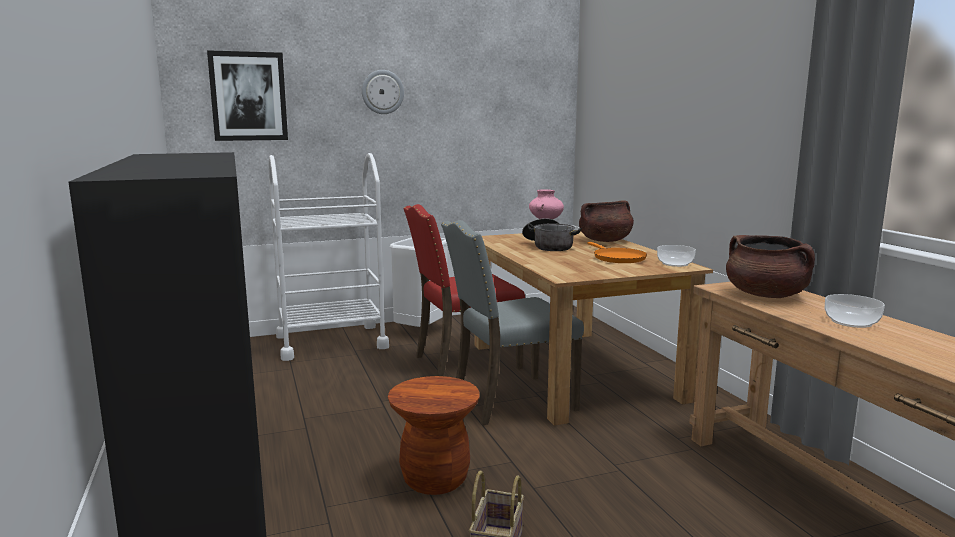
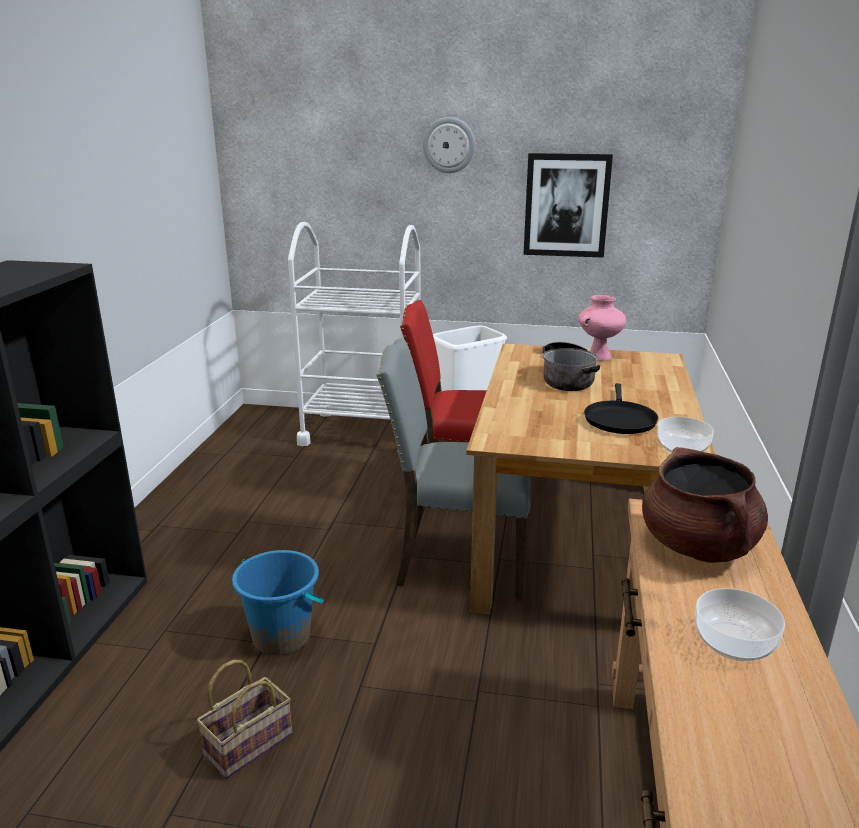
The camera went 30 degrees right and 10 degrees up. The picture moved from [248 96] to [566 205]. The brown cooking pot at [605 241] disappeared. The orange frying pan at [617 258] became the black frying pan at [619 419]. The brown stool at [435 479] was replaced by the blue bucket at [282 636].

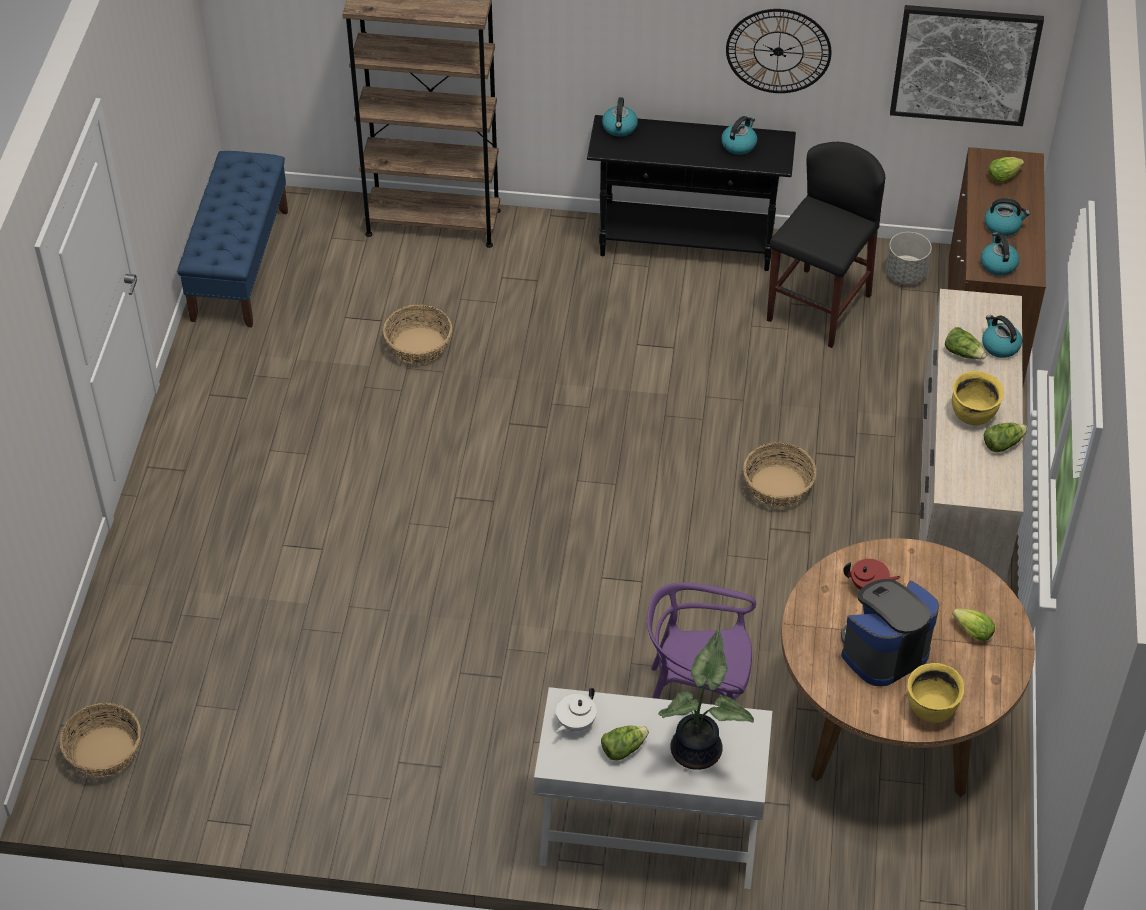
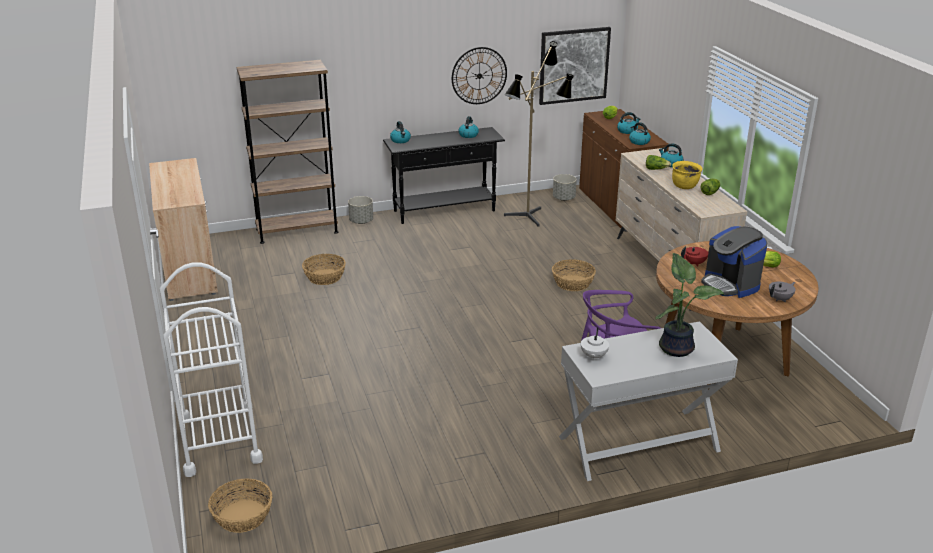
The camera went 25 degrees left and 20 degrees down. The black stool at [818 308] was replaced by the floor lamp at [532 218]. The blue bench at [240 264] was replaced by the beige cabinet at [190 269]. The coffee machine at [883 651] turned 60 degrees counterclockwise. The yellow cooking pot at [931 709] was replaced by the grey teapot at [780 299]. The lettuce at [623 748] disappeared. The grey planter at [361 221] appeared. The white cart at [219 439] appeared.

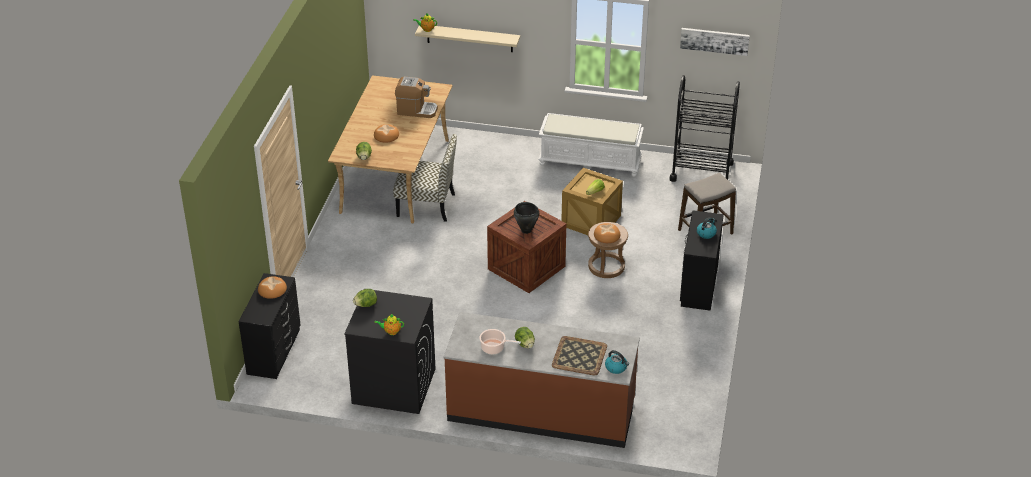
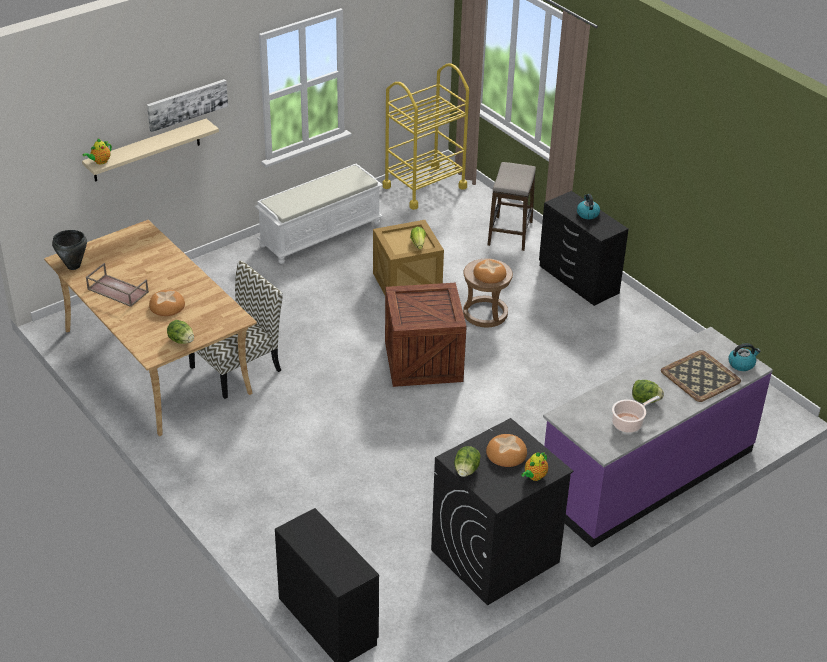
The camera went 50 degrees left and 0 degrees up. The picture moved from [714 41] to [187 104]. The black cart at [701 171] became the yellow cart at [424 187]. The coffee machine at [416 110] disappeared. The black cooking pot moved from [526 230] to [73 266]. The bread moved from [272 289] to [506 453]. The brown counter at [541 411] became the purple counter at [646 474]. The brown tray at [117 291] appeared.

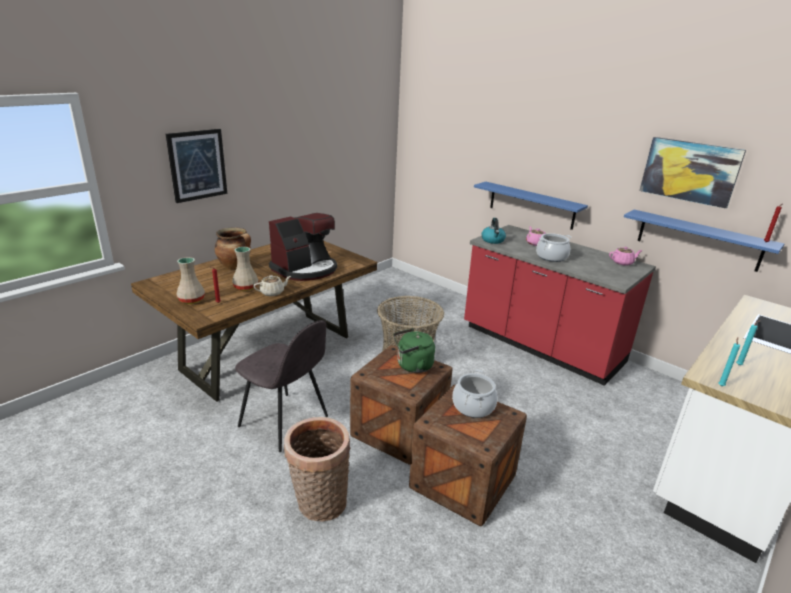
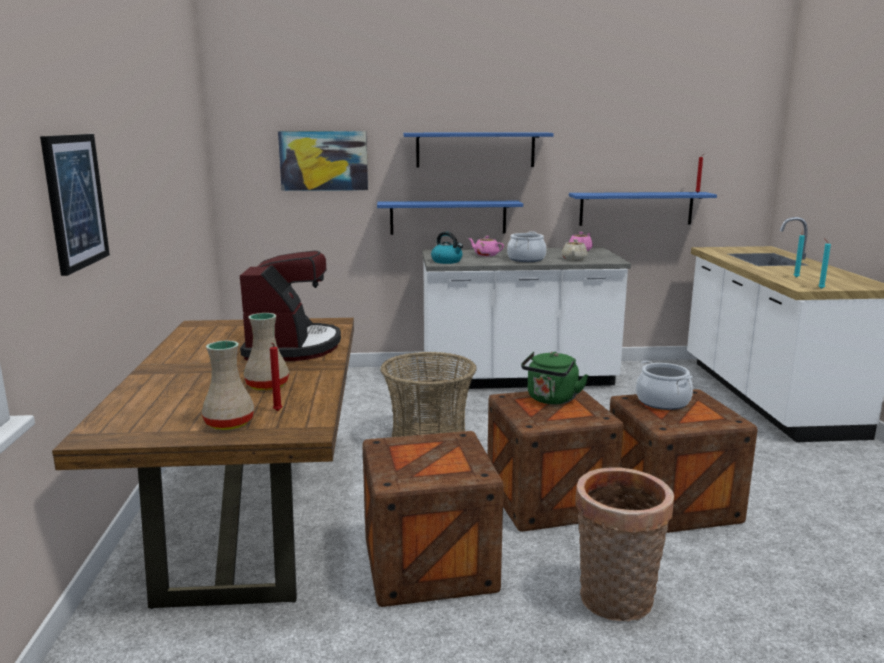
The camera went 45 degrees left and 10 degrees down. The picture moved from [689 171] to [323 160]. The red counter at [541 345] became the white counter at [517 378]. The cooking pot at [235 266] disappeared. The beige teapot moved from [272 292] to [574 259]. The grey chair at [285 422] was replaced by the crate at [429 565]. The blue shelf at [475 150] appeared.

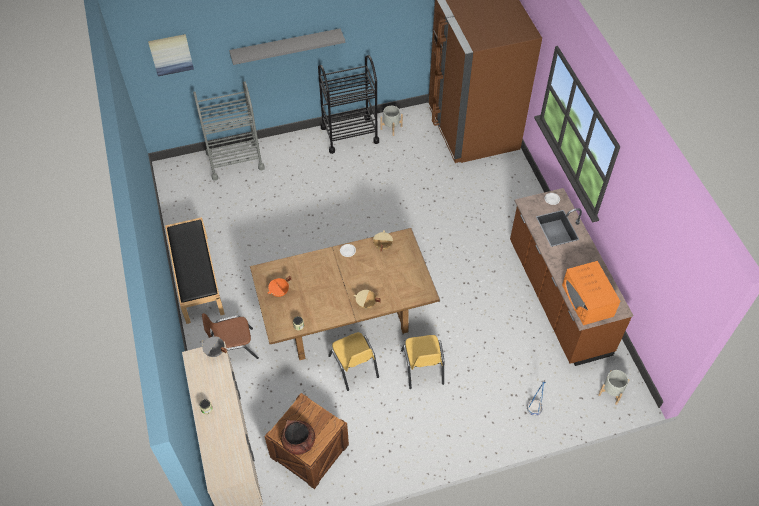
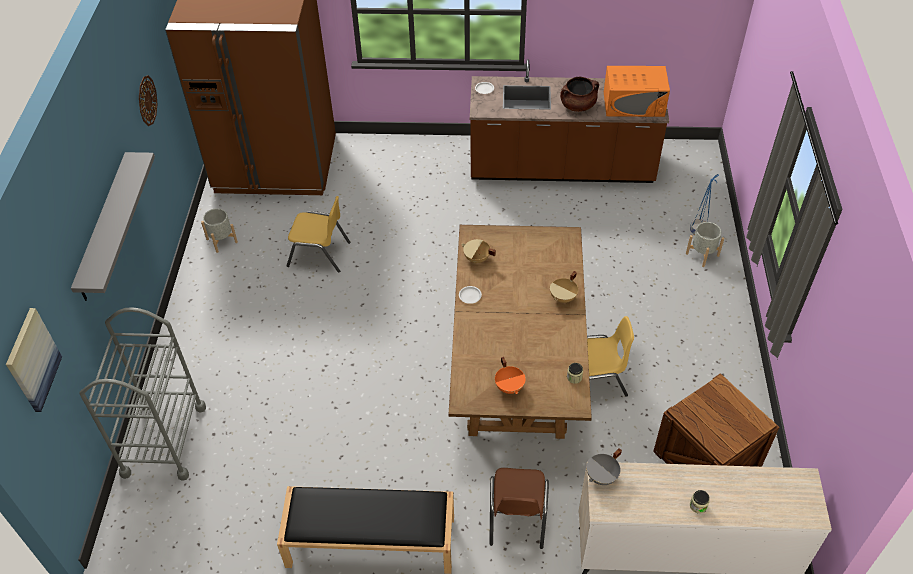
The camera went 70 degrees left and 5 degrees down. The black cart at [349 134] disappeared. The yellow chair moved from [422 367] to [319 254]. The grey planter moved from [611 392] to [702 254]. The brown cooking pot moved from [299 442] to [577 105]. The wall clock at [147 100] appeared.

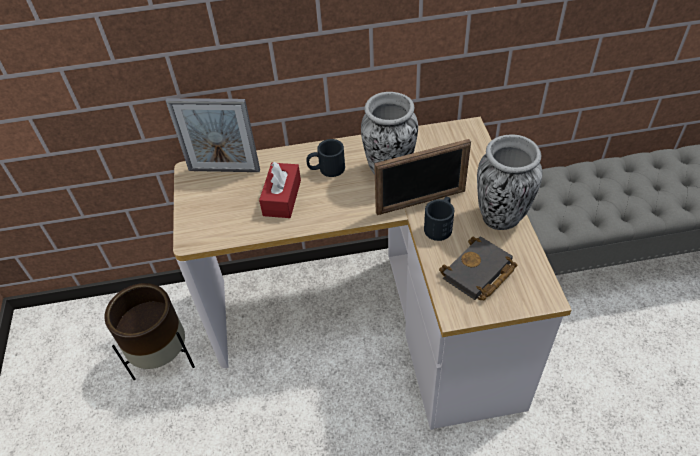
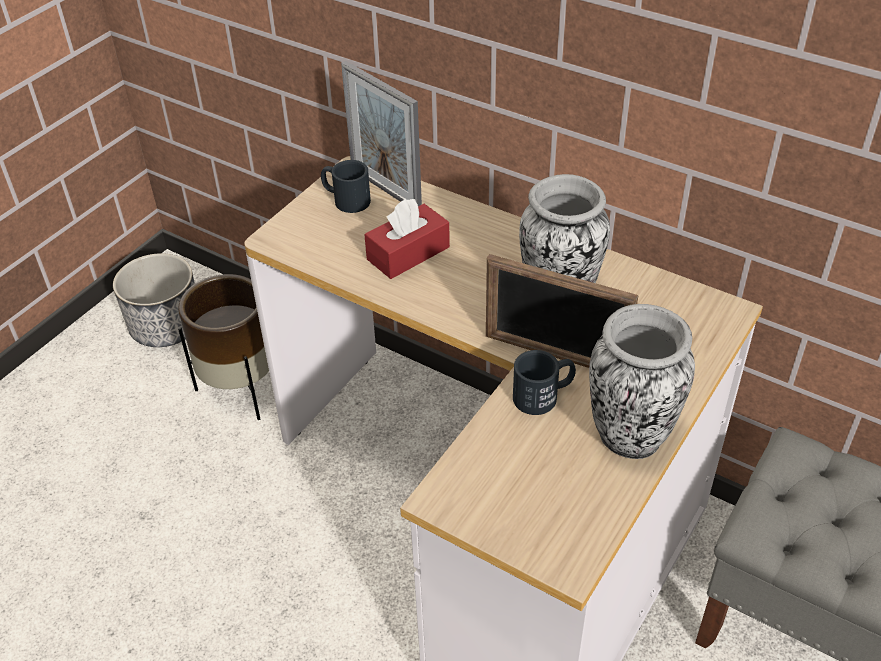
The camera went 40 degrees right and 5 degrees down. The black mug moved from [326 169] to [345 199]. The black book at [478 274] disappeared. The planter at [166 326] appeared.

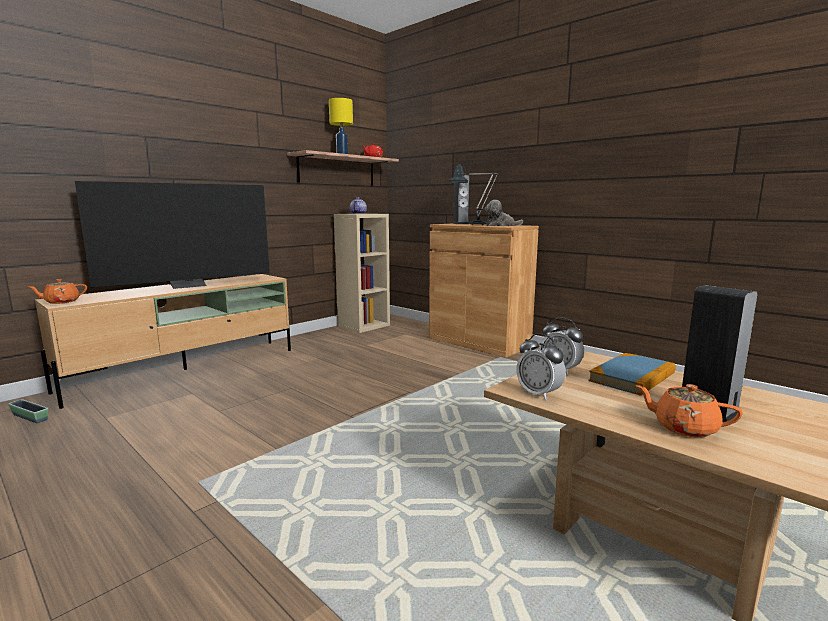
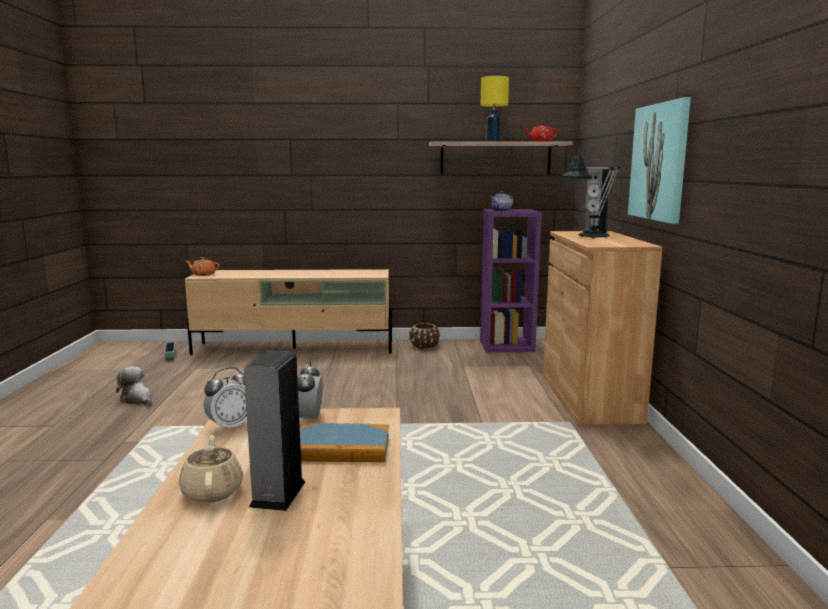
The camera went 45 degrees right and 0 degrees up. The television at [189 285] disappeared. The plush toy moved from [501 225] to [137 399]. The beige bookcase at [364 326] became the purple bookcase at [507 346]. The alarm clock at [539 394] turned 135 degrees counterclockwise. The orange teapot at [683 428] became the beige teapot at [212 490]. The picture at [659 162] appeared. The brown planter at [424 346] appeared.

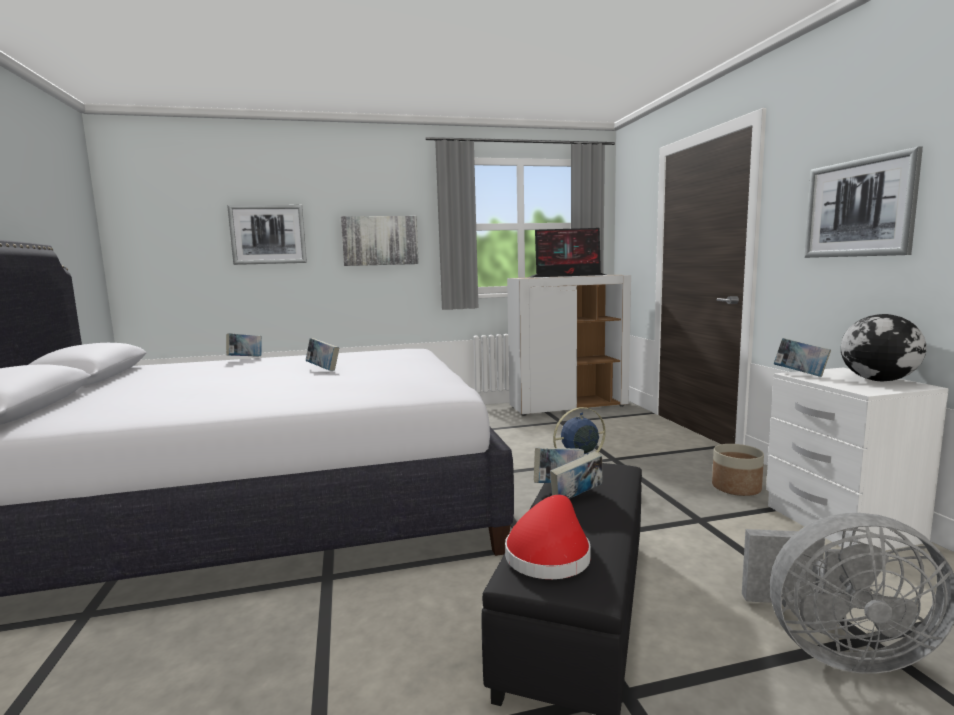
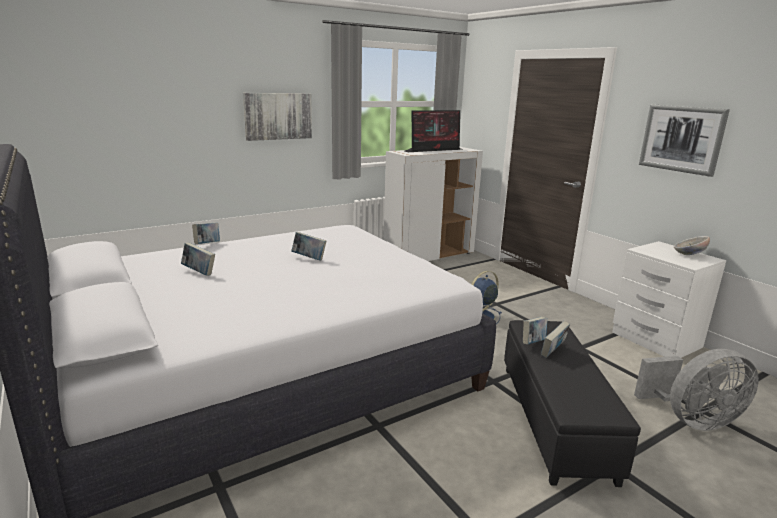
The camera went 20 degrees left and 10 degrees up. The picture at [268 234] disappeared. The globe at [879 381] was replaced by the bowl at [688 255]. The book moved from [800 374] to [199 272]. The planter at [736 488] disappeared. The red hat at [549 554] disappeared.

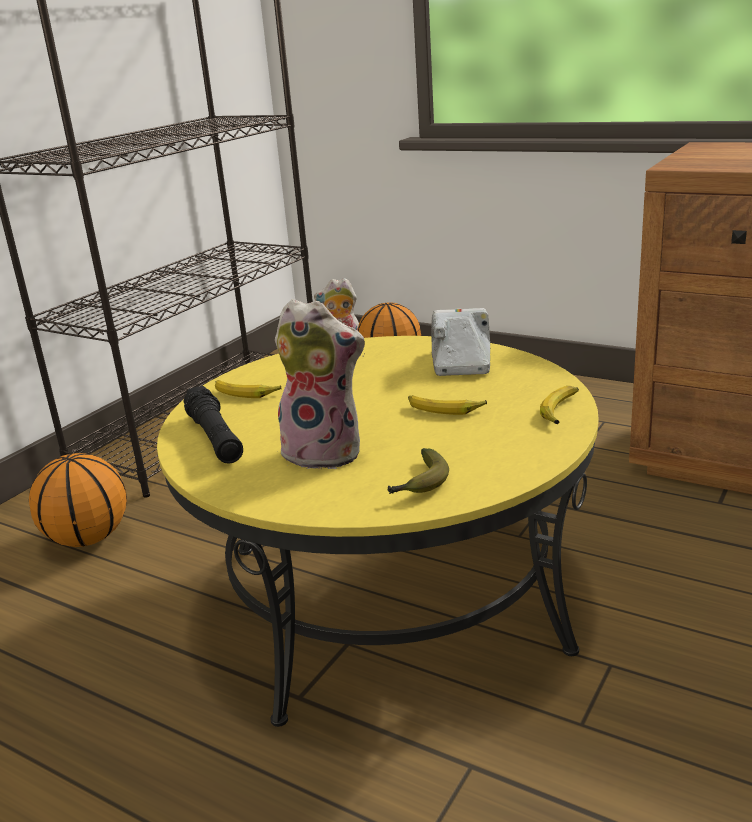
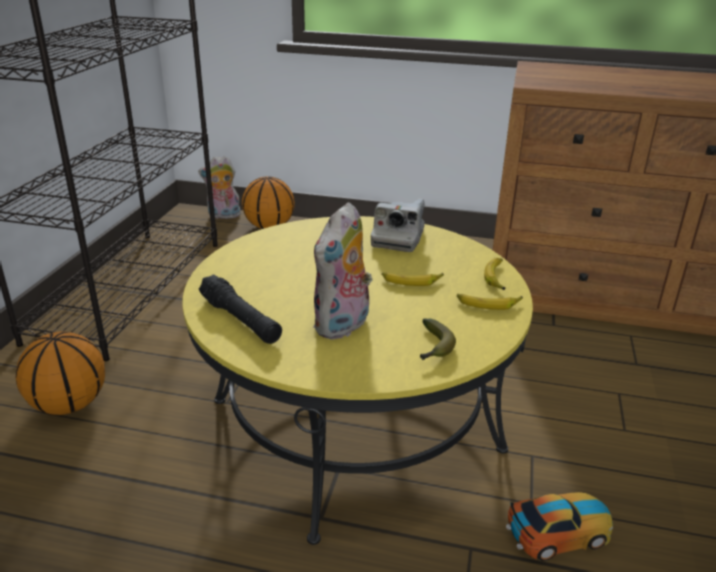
The camera went 20 degrees left and 5 degrees up. The plush toy at [326 452] turned 120 degrees clockwise. The photo camera at [461 362] turned 150 degrees counterclockwise. The banana moved from [245 393] to [488 304]. The toy car at [558 532] appeared.

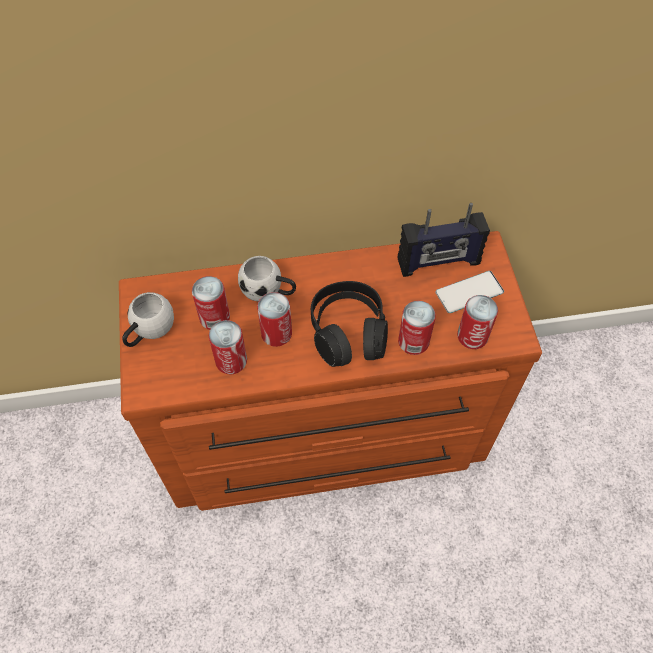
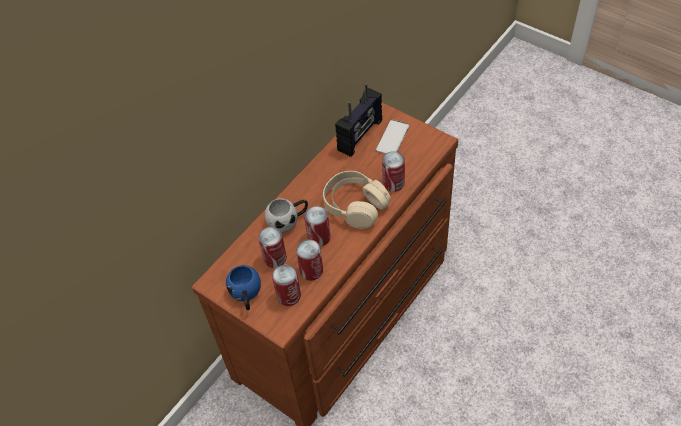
The camera went 40 degrees left and 5 degrees down. The black headphones at [348 332] became the beige headphones at [355 205]. The white mug at [149 332] became the blue mug at [246 296]. The can moved from [472 336] to [289 296].

